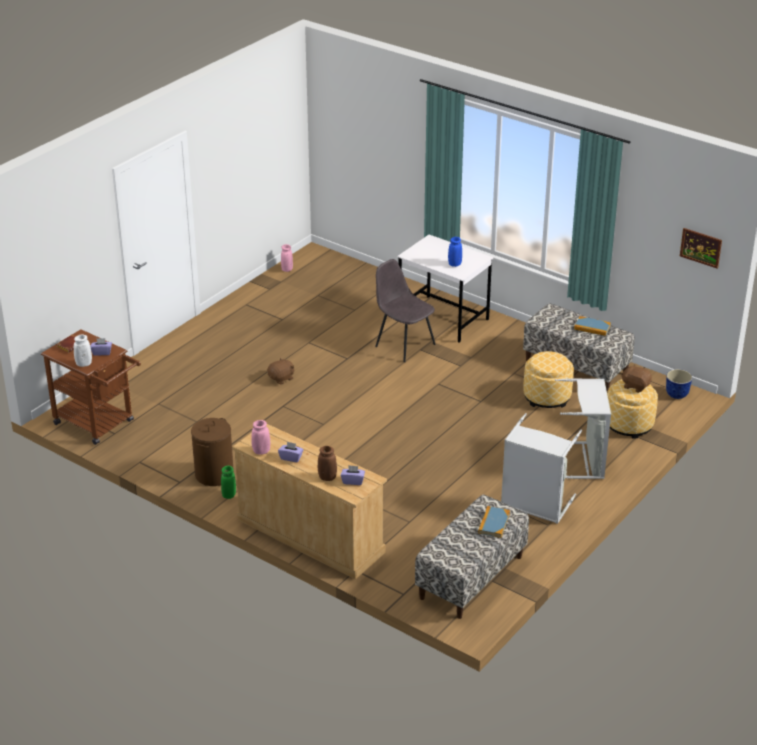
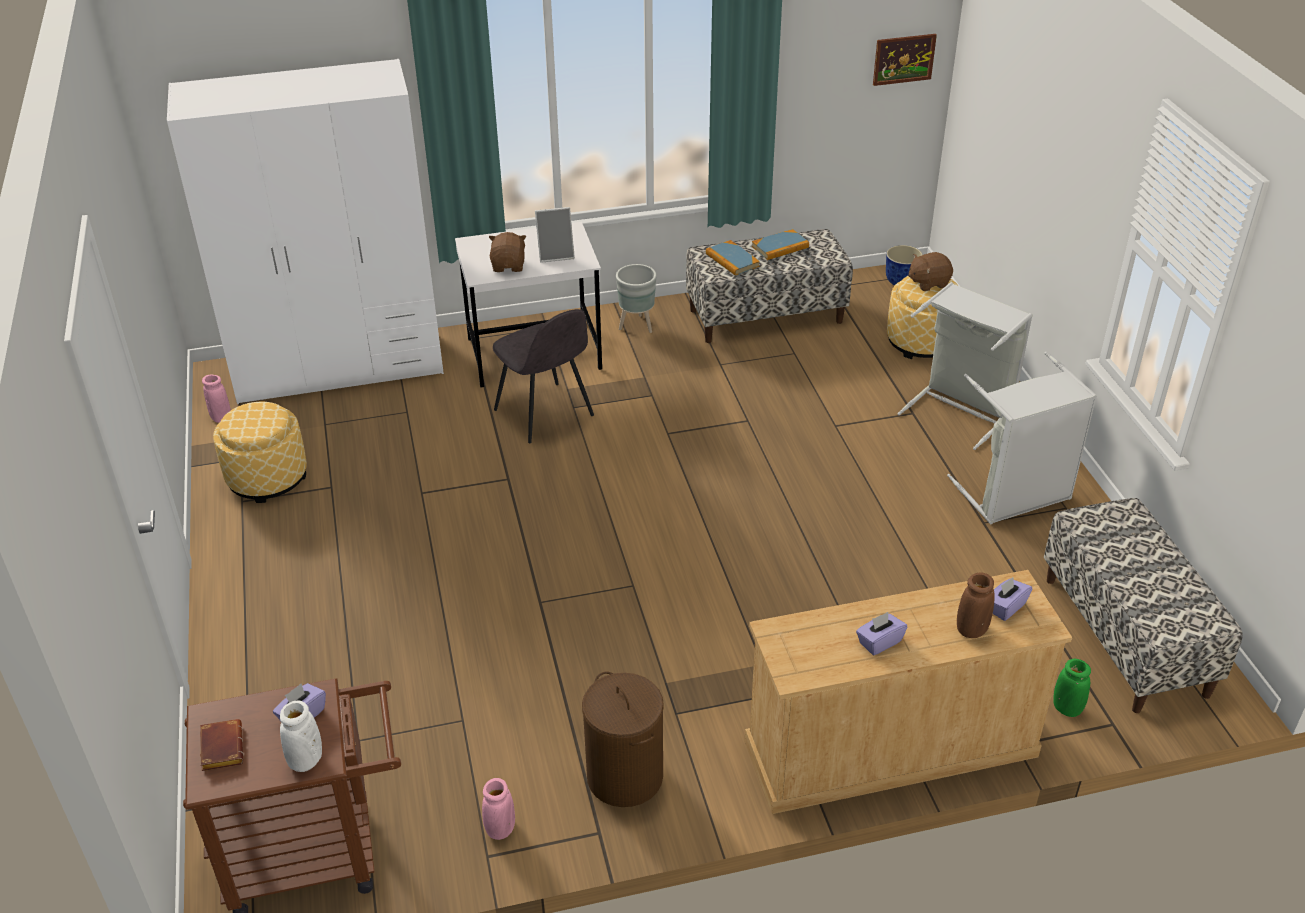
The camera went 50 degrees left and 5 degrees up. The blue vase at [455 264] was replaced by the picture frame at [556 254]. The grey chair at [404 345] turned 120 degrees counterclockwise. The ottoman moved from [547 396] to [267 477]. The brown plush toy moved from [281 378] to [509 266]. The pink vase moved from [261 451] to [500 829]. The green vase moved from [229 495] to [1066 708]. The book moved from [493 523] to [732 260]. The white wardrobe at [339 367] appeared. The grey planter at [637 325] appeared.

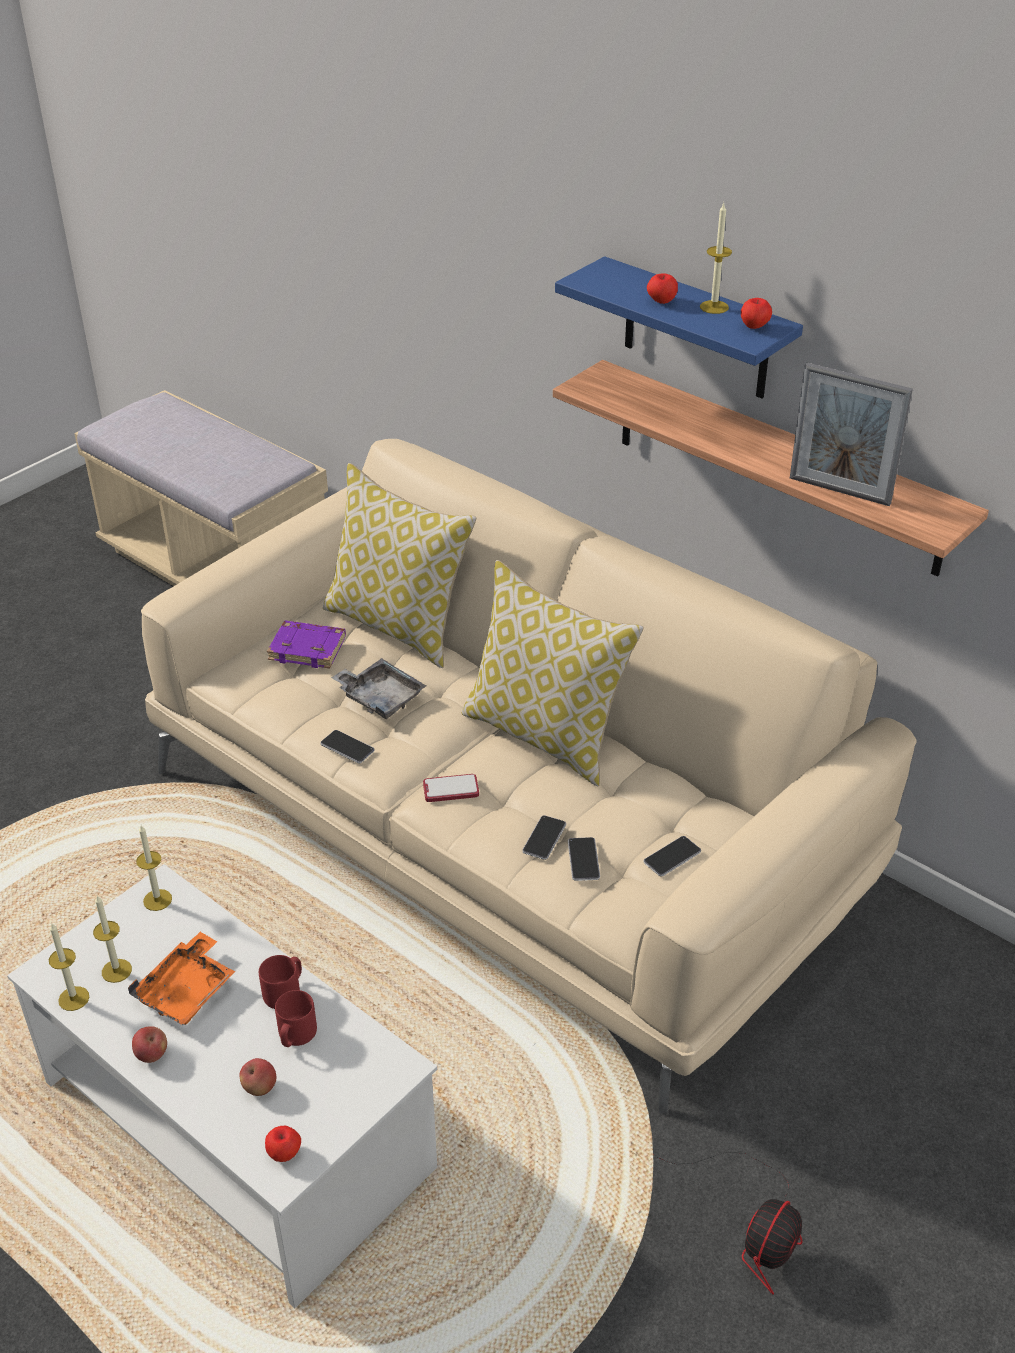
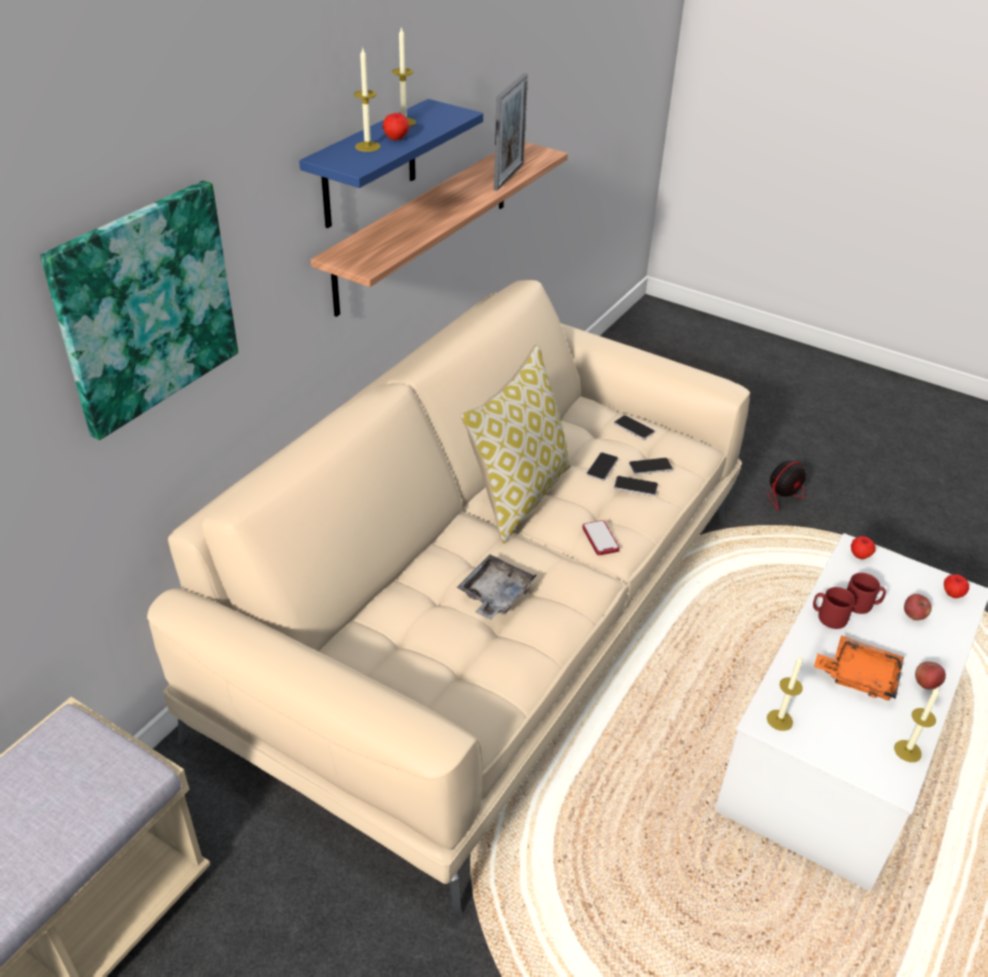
The camera went 100 degrees left and 0 degrees up. The apple moved from [754 326] to [860 555]. The pillow at [399 625] disappeared. The purple book at [308 648] disappeared. The phone moved from [347 747] to [602 467]. The candle moved from [116 970] to [367 146]. The fan at [755 1227] turned 120 degrees clockwise. The picture at [145 307] appeared.

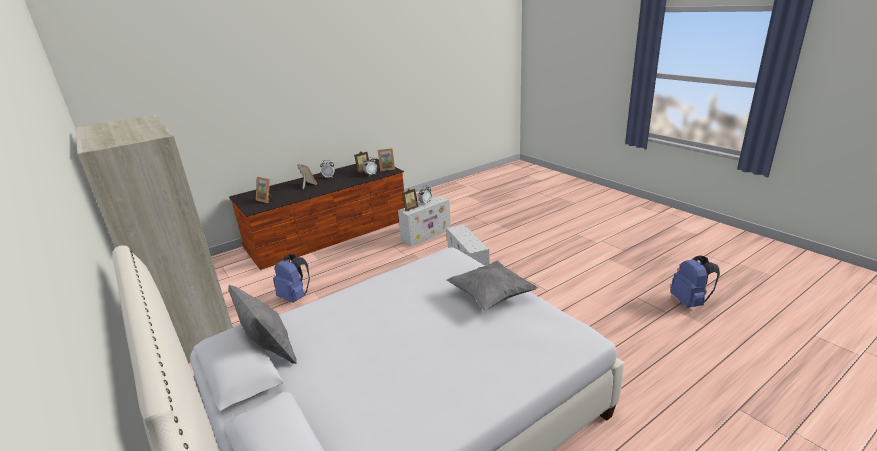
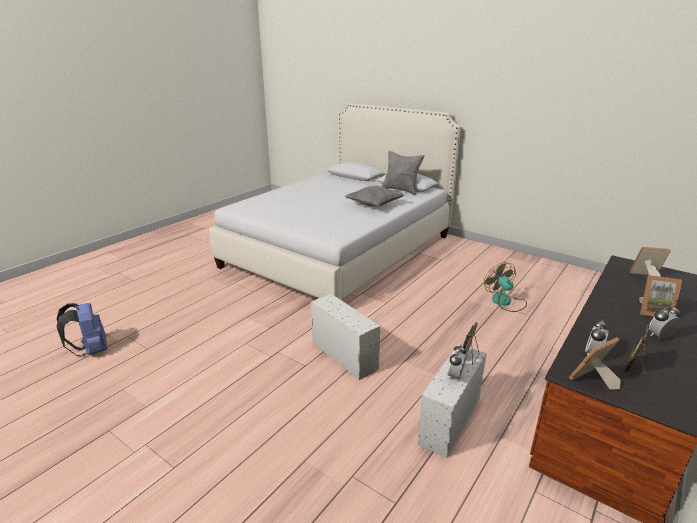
The camera went 160 degrees right and 0 degrees up. The beige wardrobe at [192 328] disappeared. The blue backpack at [295 297] was replaced by the fan at [505 302]. The grey pillow moved from [491 296] to [374 205].

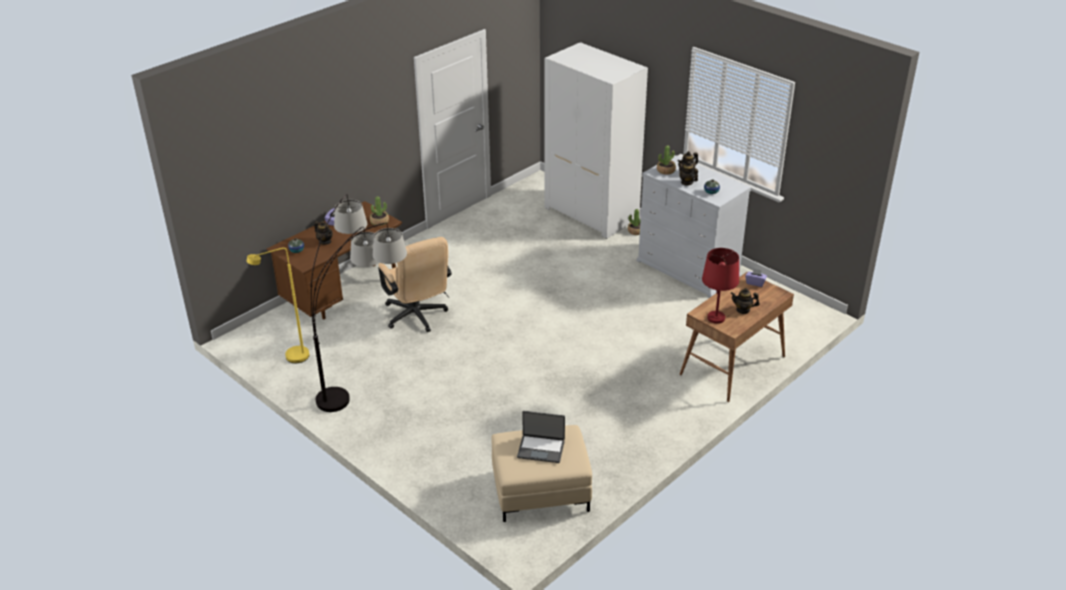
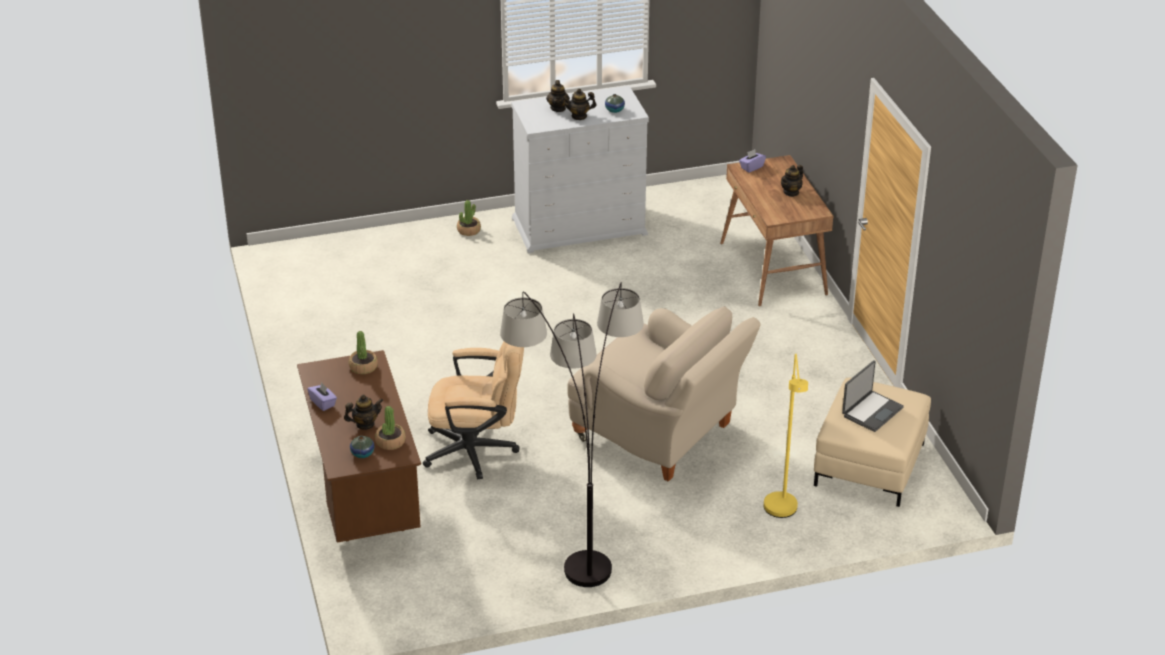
The camera went 60 degrees left and 0 degrees up. The white wardrobe at [592 213] disappeared. The potted plant moved from [666 170] to [390 442]. The yellow floor lamp moved from [291 358] to [782 513]. The red table lamp at [715 318] disappeared. The beige armchair at [660 435] appeared.

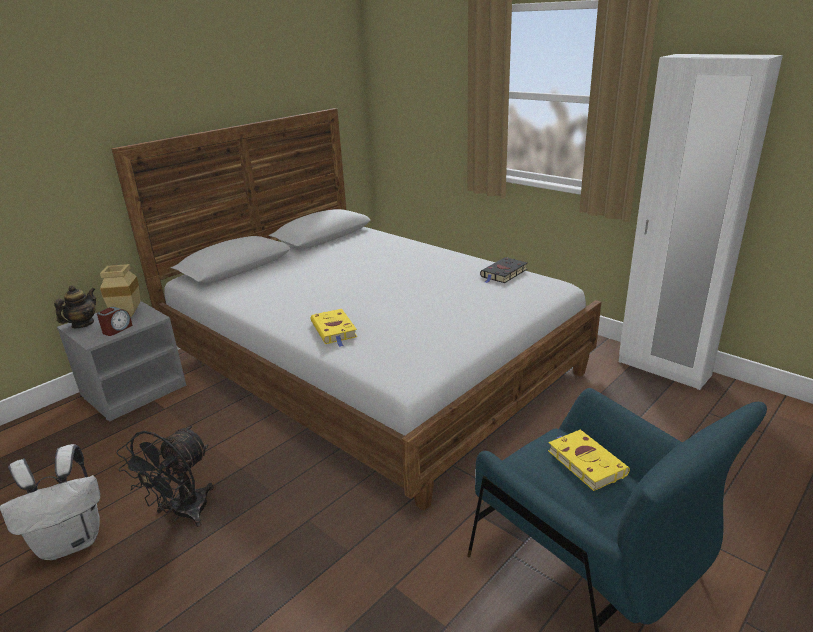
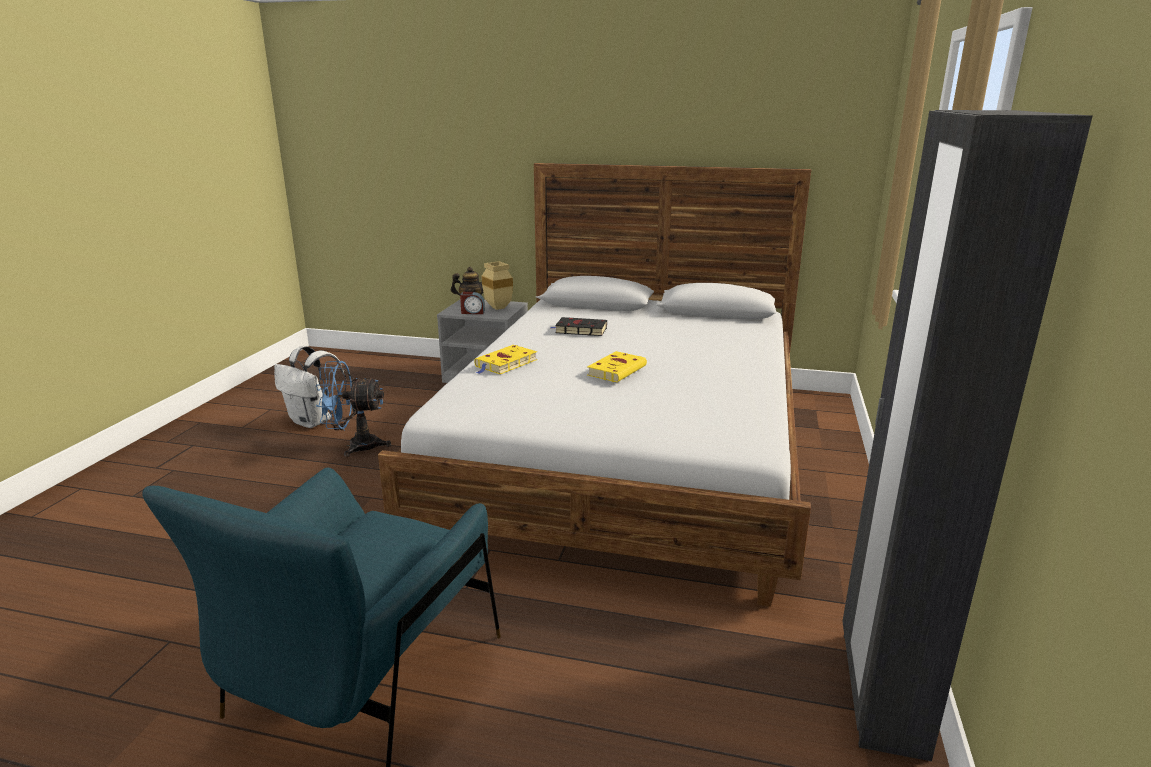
The camera went 60 degrees right and 5 degrees down. The white wardrobe at [663 369] became the black wardrobe at [880 691]. The black book moved from [503 273] to [579 330]. The black fan at [183 514] became the blue fan at [355 446]. The yellow book moved from [584 462] to [617 370].

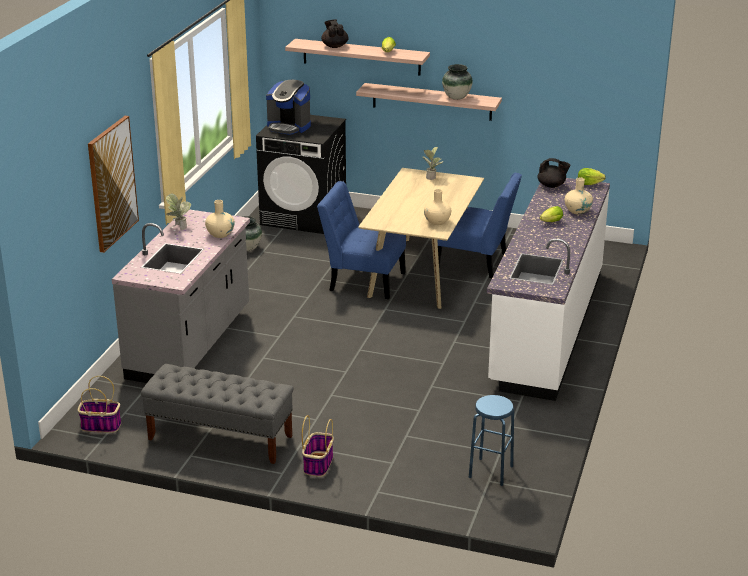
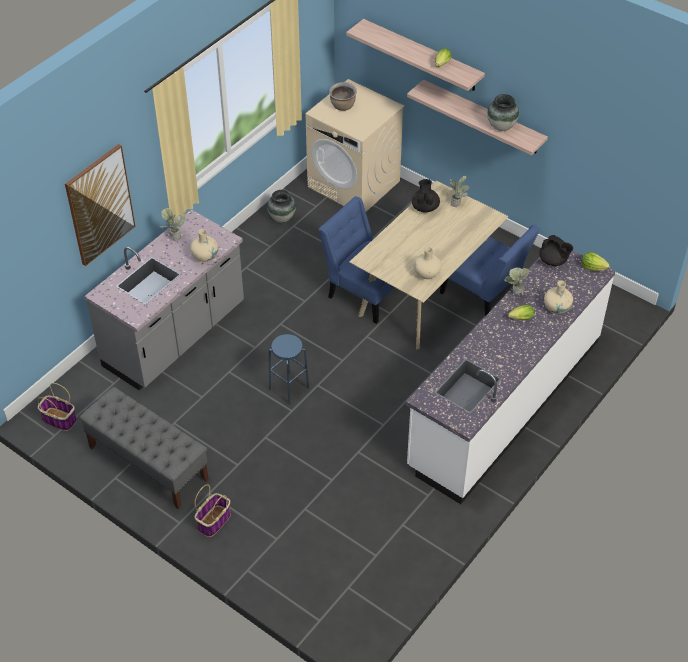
The camera went 20 degrees right and 20 degrees up. The black teapot moved from [334 46] to [425 207]. The coffee machine at [289 126] was replaced by the brown cooking pot at [343 106]. The black washing machine at [304 216] became the beige washing machine at [354 184]. The blue stool moved from [490 471] to [289 388]. The potted plant at [515 293] appeared.

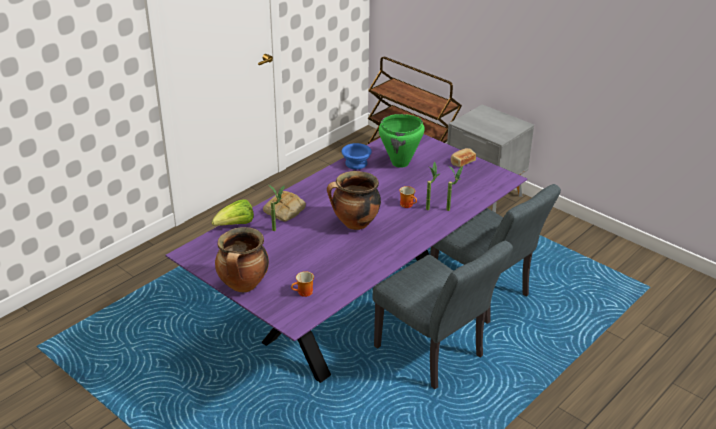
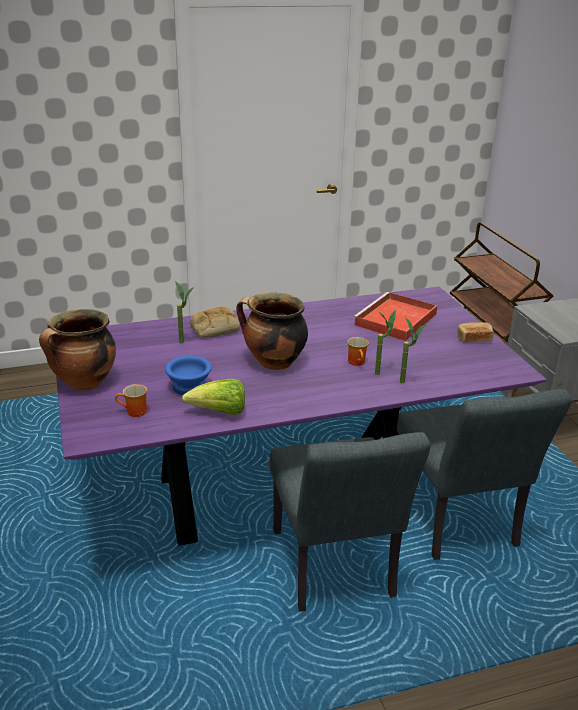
The camera went 30 degrees right and 5 degrees down. The green cooking pot at [400 163] was replaced by the red tray at [395 320]. The blue bowl moved from [356 164] to [188 387]. The lettuce moved from [235 225] to [219 412].

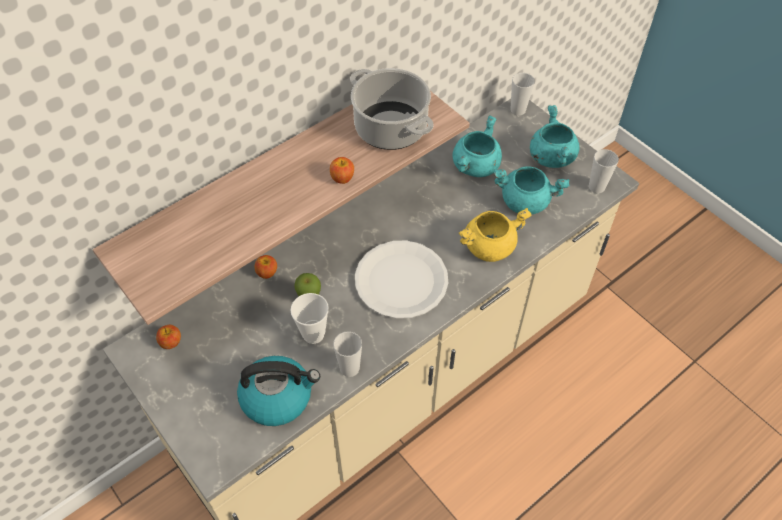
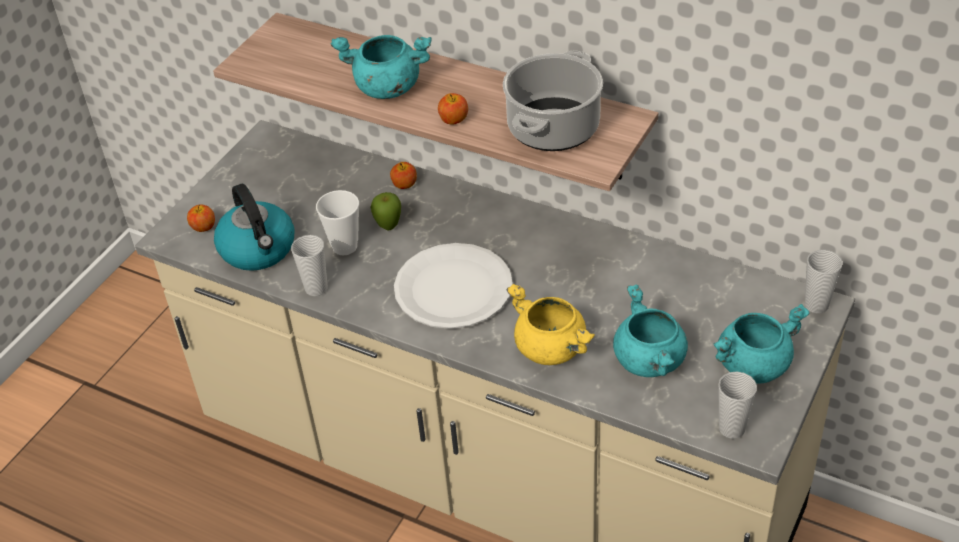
The camera went 70 degrees right and 10 degrees down. The turquoise cooking pot moved from [476 167] to [386 88]. The apple moved from [171 342] to [203 227].

